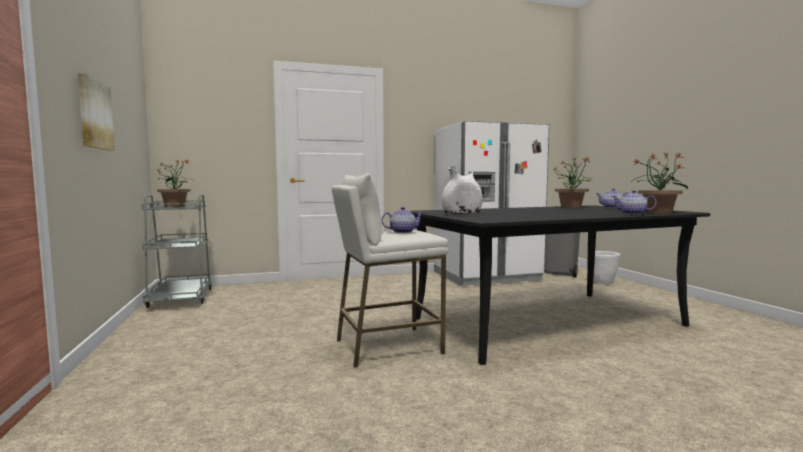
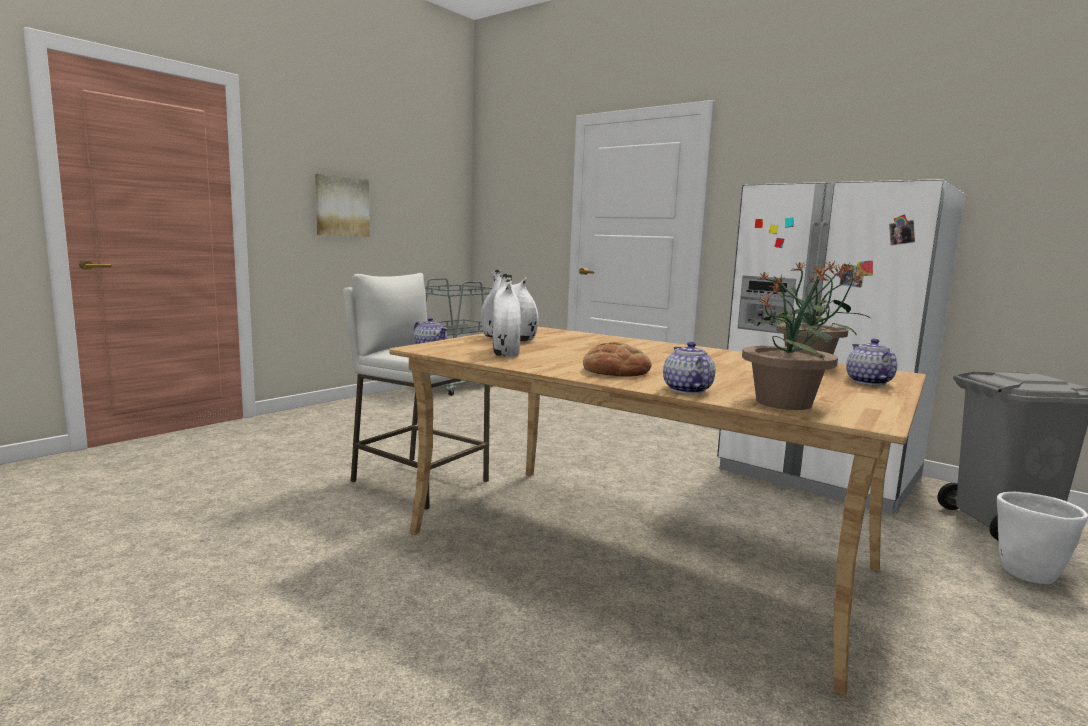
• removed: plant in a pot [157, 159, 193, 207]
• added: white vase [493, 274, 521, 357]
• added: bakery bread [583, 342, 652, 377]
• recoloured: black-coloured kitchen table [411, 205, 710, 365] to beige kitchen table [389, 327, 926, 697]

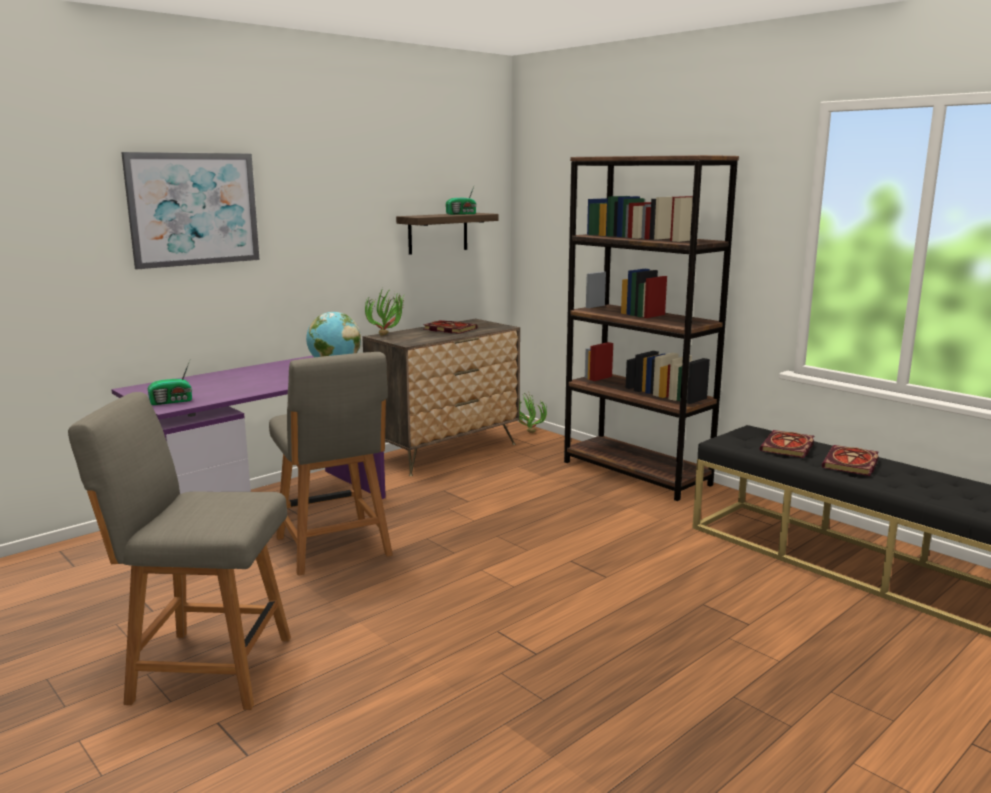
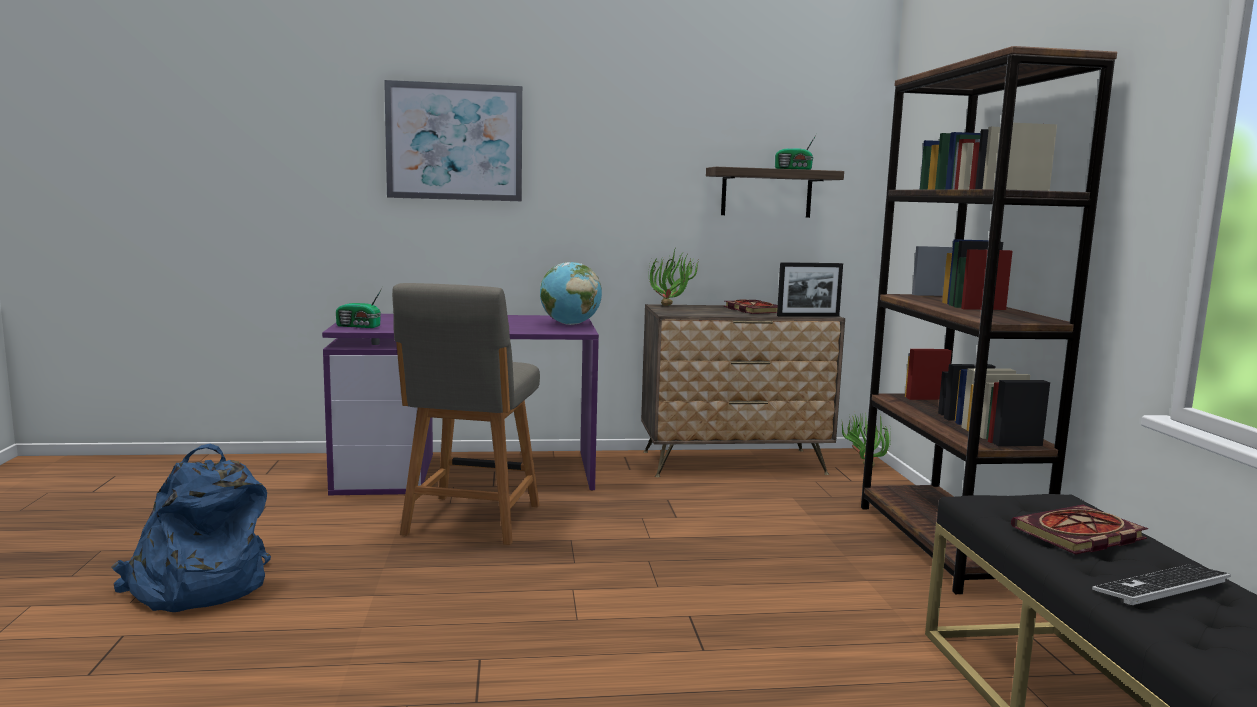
• added: standing frame [777, 262, 843, 317]
• replaced: greyish chair [68, 392, 291, 710] to bluish backpack [111, 444, 271, 612]
• replaced: bound book [822, 445, 879, 476] to PC keyboard [1092, 564, 1231, 605]

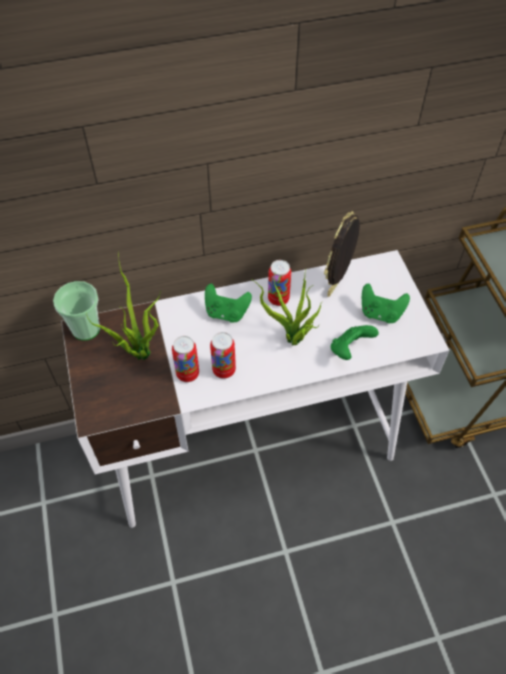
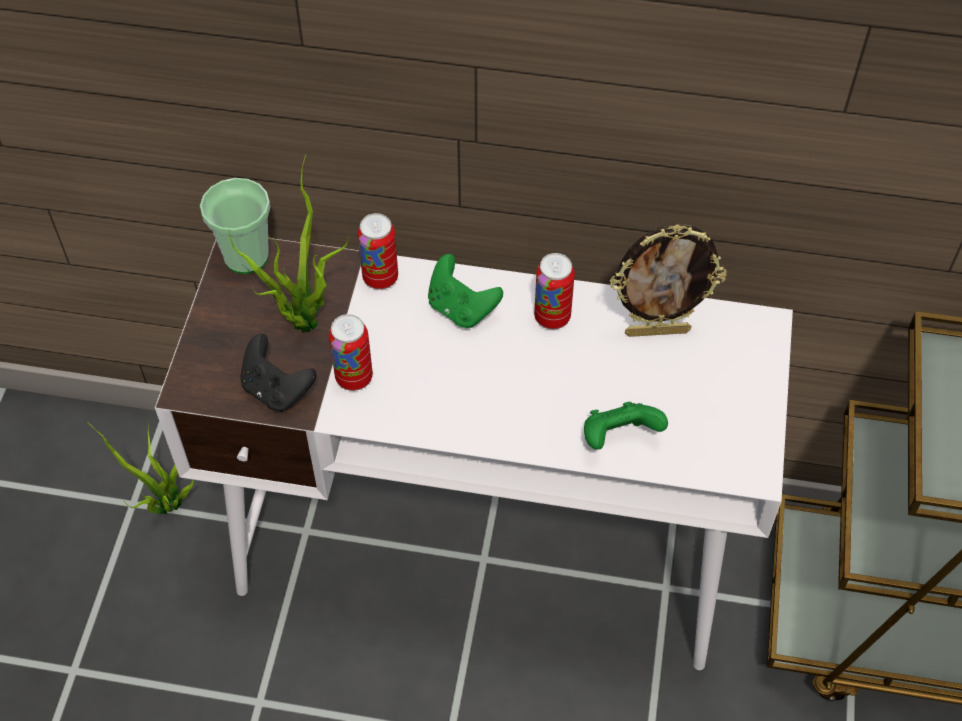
• removed: green-coloured joypad [362, 283, 410, 323]
• added: black-coloured joypad [240, 334, 316, 412]
• moved: metal can [210, 332, 236, 379] to [358, 213, 398, 289]
• moved: plant in a pot [251, 270, 322, 345] to [87, 419, 194, 514]
• turned: standing frame [324, 211, 360, 297] = [610, 224, 727, 337] 150 degrees counterclockwise

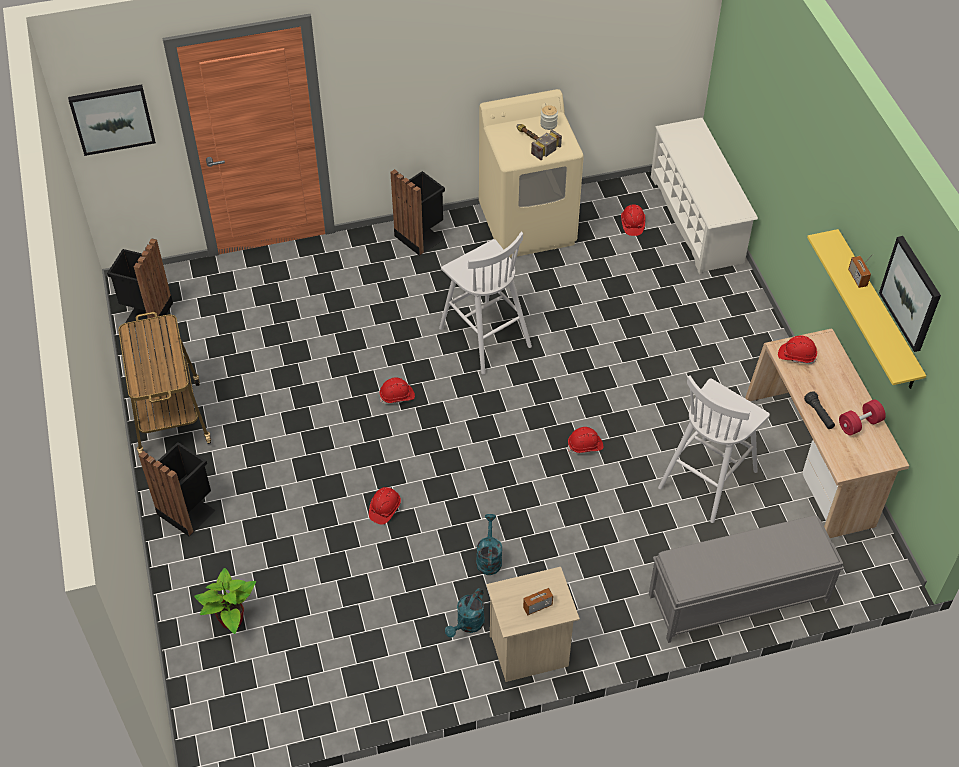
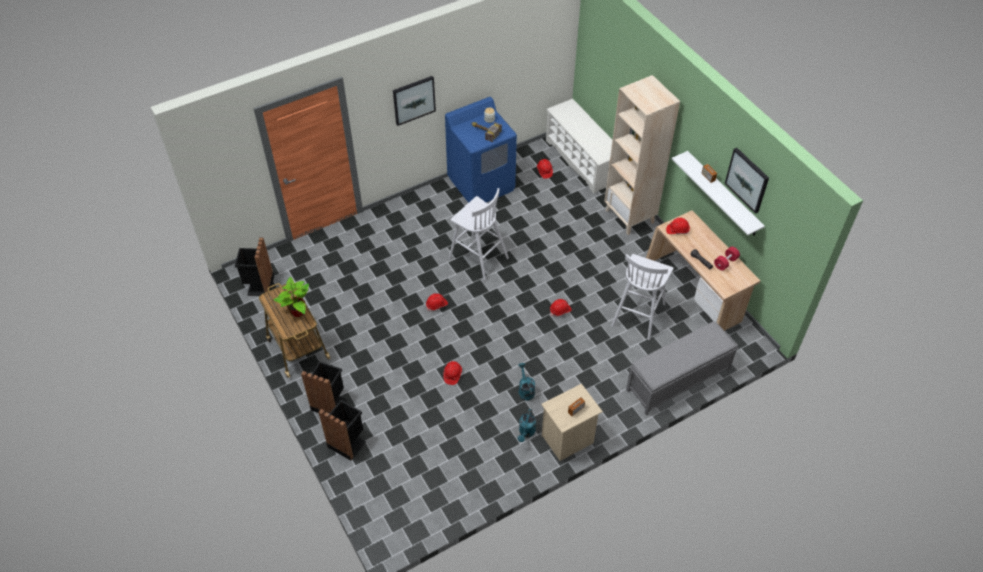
• added: beige bookcase [604, 75, 680, 235]
• moved: wall art [68, 84, 156, 156] to [393, 76, 436, 126]
• moved: plant in a pot [194, 568, 256, 634] to [273, 277, 309, 317]
• moved: black-coloured rubbish bin [390, 169, 445, 256] to [318, 400, 366, 461]
• recoloured: beige laundry appliance [479, 89, 584, 258] to bluish laundry appliance [445, 97, 517, 203]
• recoloured: yellow wall shelf [807, 229, 926, 389] to white wall shelf [672, 151, 765, 236]

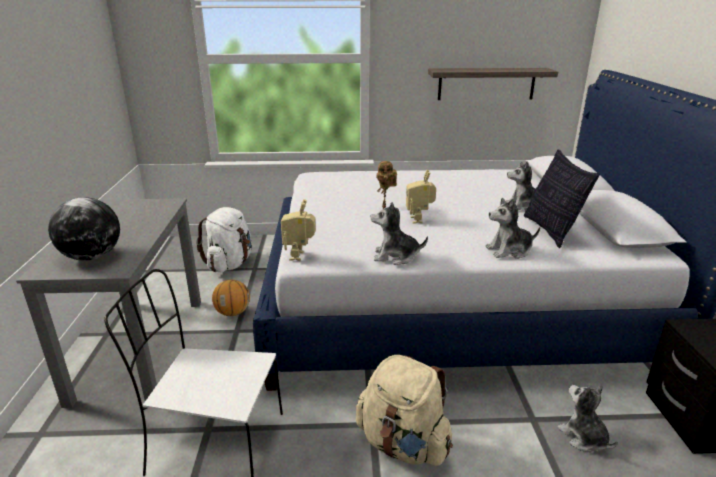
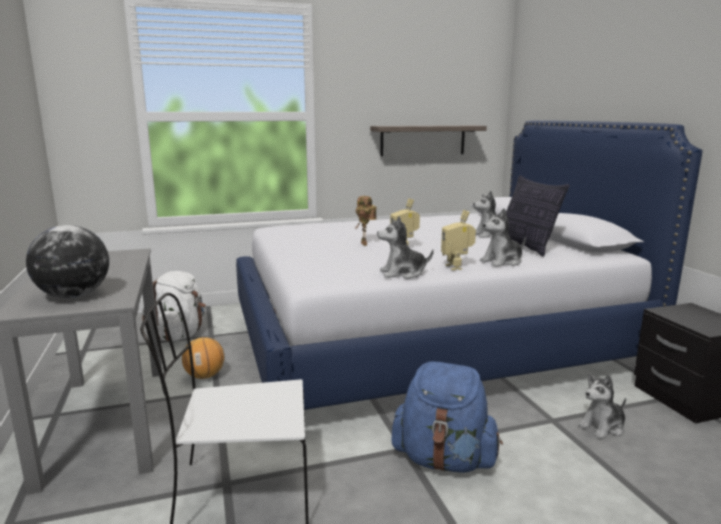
• moved: robot figure [281, 199, 316, 261] to [441, 210, 476, 270]
• recoloured: beige backpack [356, 355, 453, 466] to bluish backpack [392, 362, 503, 473]
• turned: plush toy [557, 385, 618, 452] = [578, 373, 626, 439] 75 degrees counterclockwise

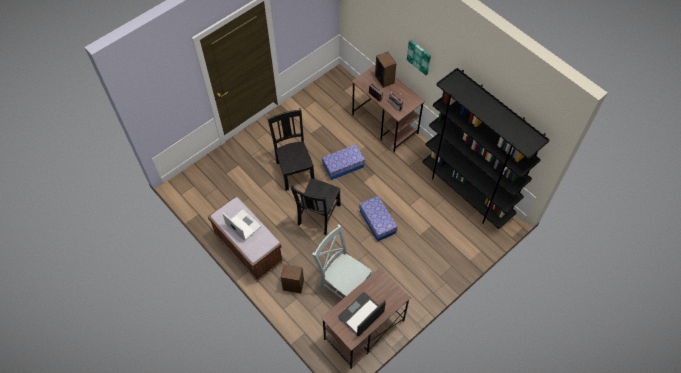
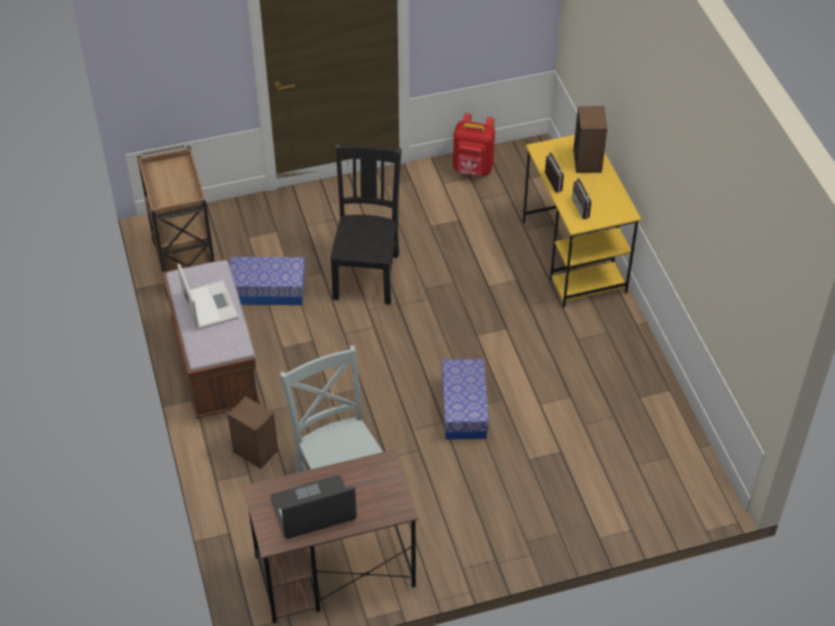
• removed: black-coloured chair [290, 178, 341, 235]
• removed: wall art [407, 40, 431, 75]
• removed: black-coloured bookcase [422, 68, 550, 229]
• added: brown wheeled cart [137, 144, 215, 298]
• added: red backpack [453, 113, 495, 176]
• moved: storage container [322, 144, 365, 180] to [230, 257, 305, 305]
• recoloured: brown desk table [352, 64, 425, 152] to yellow desk table [523, 135, 641, 308]

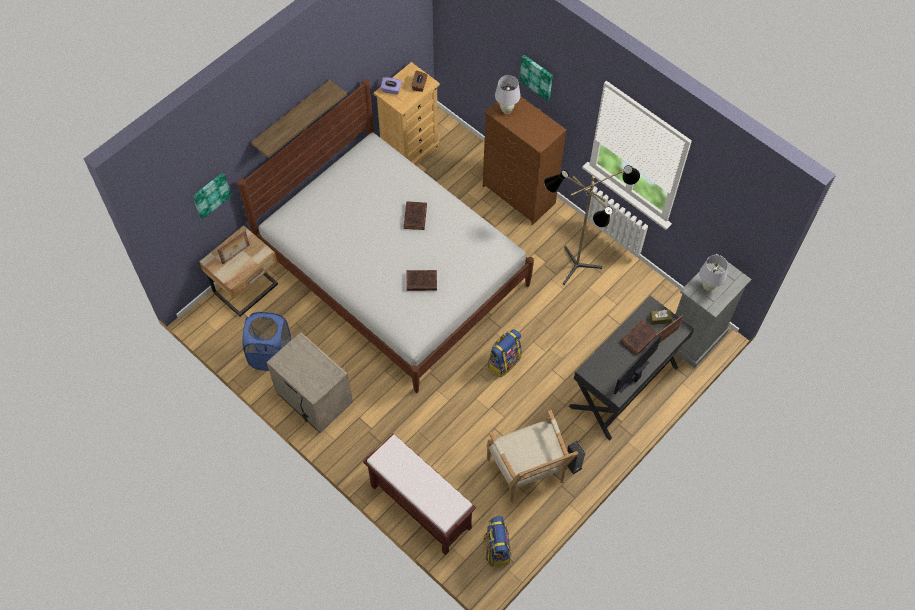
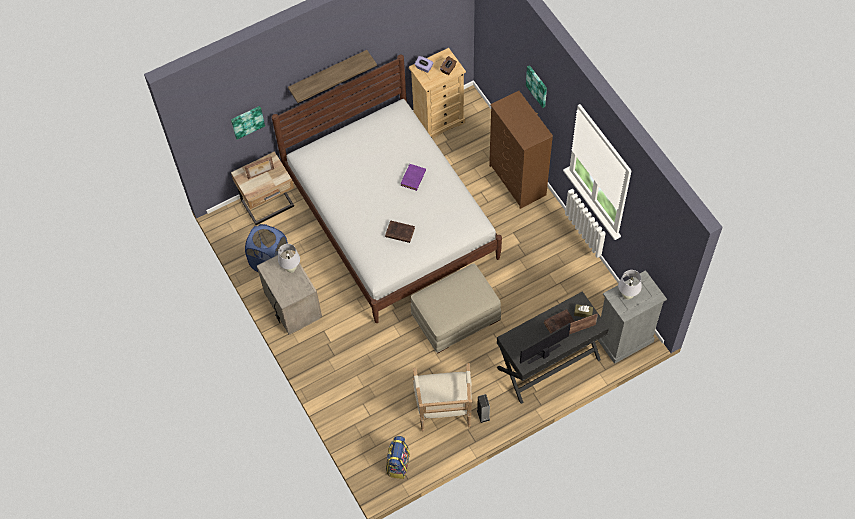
• removed: brown indoor bench [363, 433, 476, 555]
• removed: standing lamp [544, 165, 640, 285]
• moved: white lamp for a table [495, 75, 521, 114] to [278, 244, 300, 273]
• replaced: backpack [488, 329, 522, 378] to beige ottoman [411, 263, 501, 353]
• recoloured: brown bound book [404, 201, 427, 230] to purple bound book [400, 164, 426, 191]

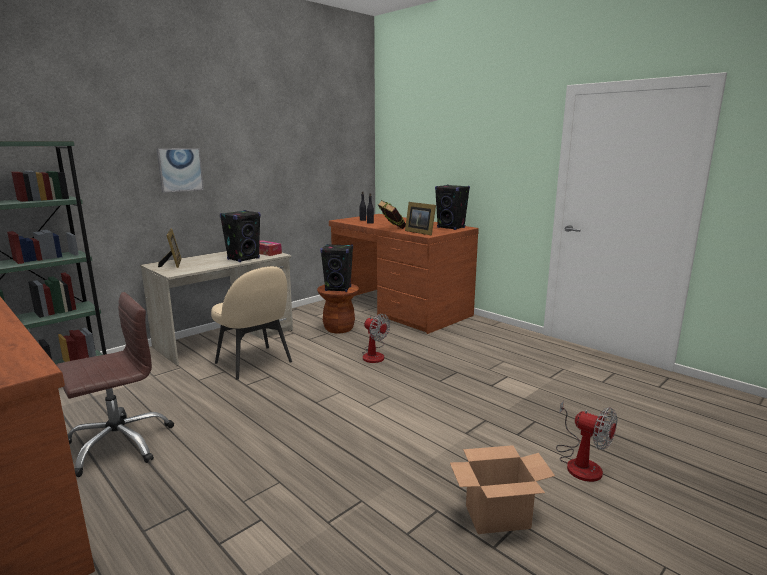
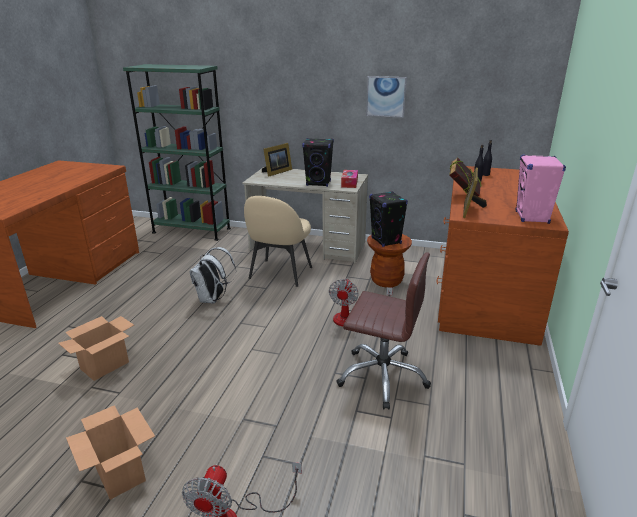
• added: cardboard box [58, 316, 134, 381]
• added: white backpack [190, 247, 236, 304]
• moved: brown office chair [56, 292, 174, 477] to [336, 253, 431, 410]
• moved: wall art [157, 148, 204, 193] to [366, 76, 407, 118]
• recoloured: black-coloured speaker [435, 185, 470, 230] to pink-coloured speaker [516, 154, 566, 224]

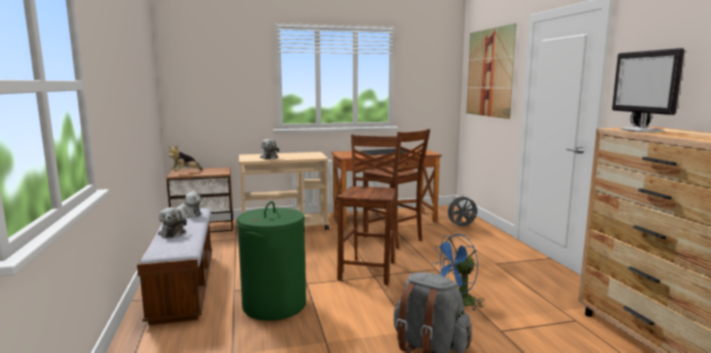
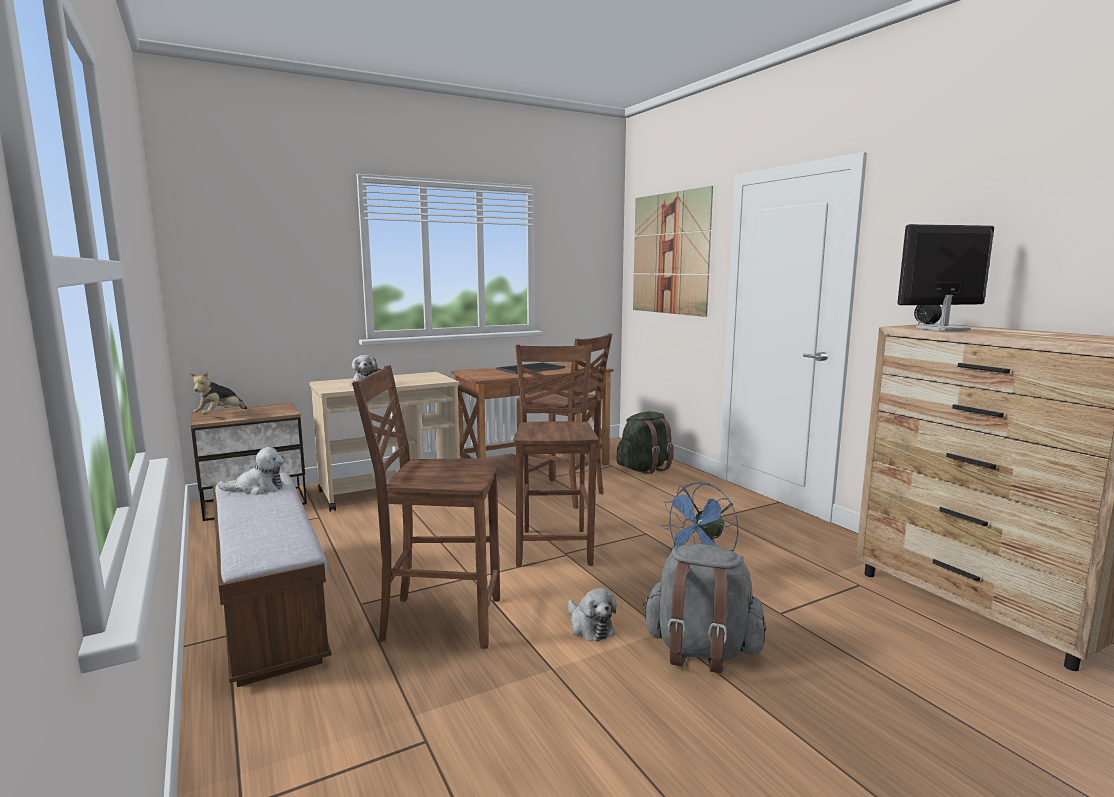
• moved: plush toy [158, 208, 187, 238] to [568, 588, 617, 642]
• replaced: green-coloured laundry basket [237, 201, 306, 321] to brown chair [352, 365, 500, 649]
• replaced: greyish fan [446, 195, 477, 226] to green-coloured backpack [616, 412, 674, 474]
• turned: monitor [612, 48, 684, 133] = [897, 224, 994, 331] 105 degrees clockwise

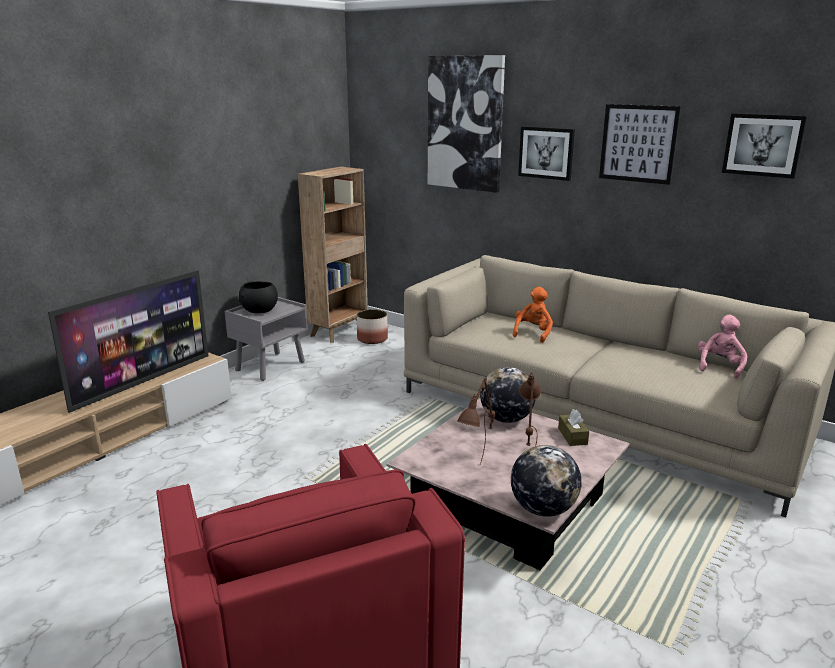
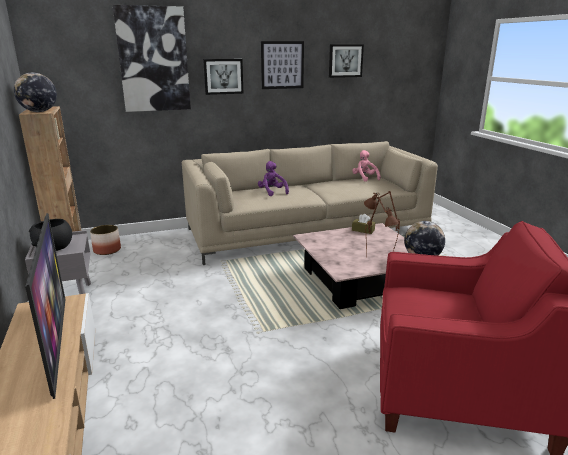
• moved: desk globe [480, 367, 536, 423] to [14, 73, 57, 112]
• recoloured: orangey plush toy [513, 287, 553, 343] to purple plush toy [258, 161, 289, 196]

